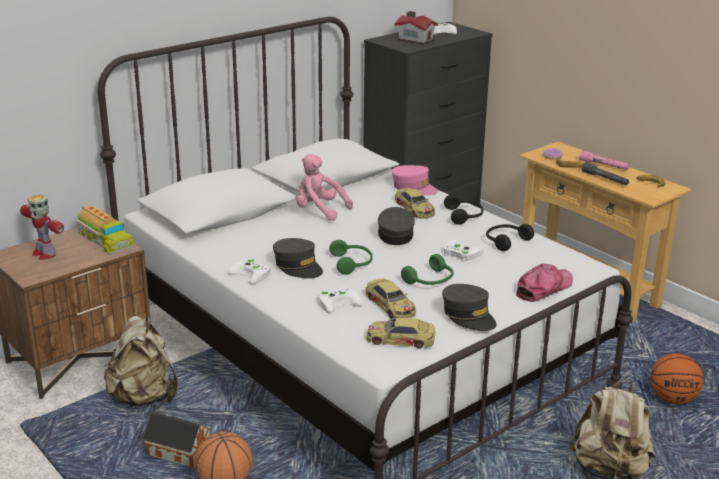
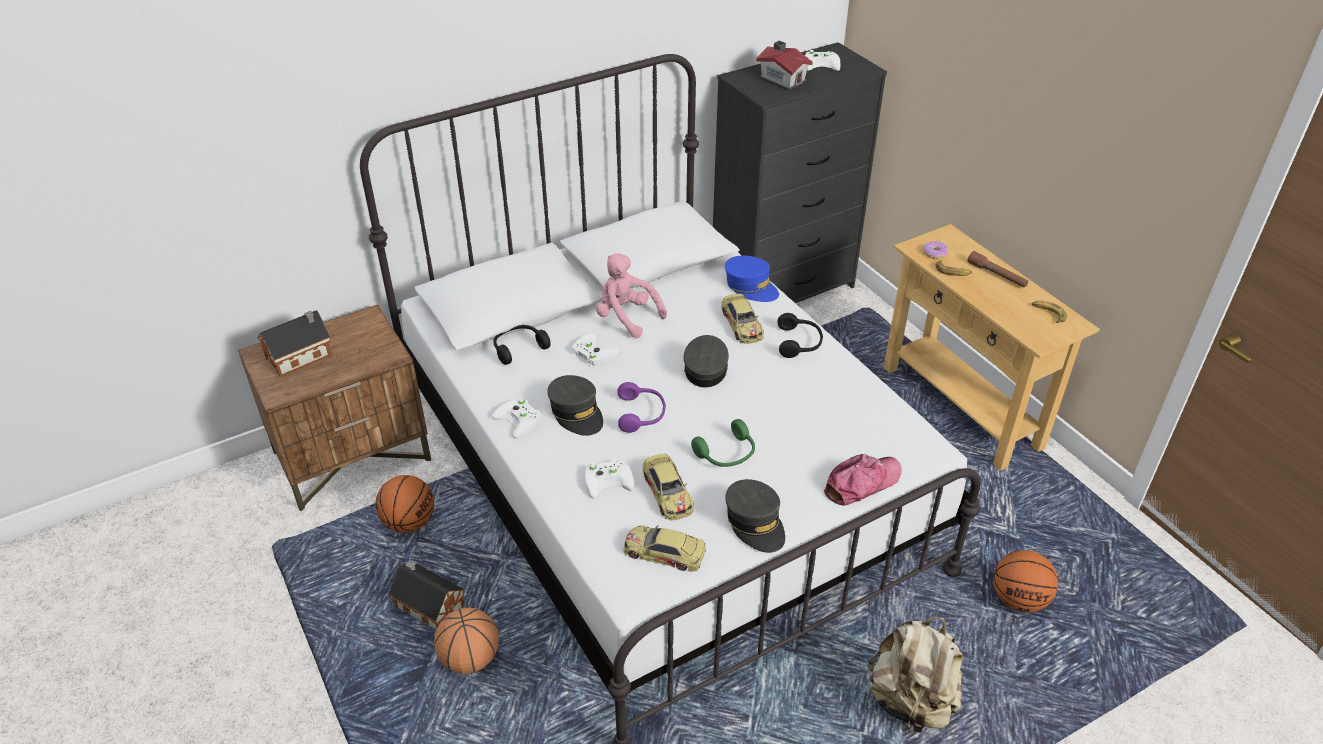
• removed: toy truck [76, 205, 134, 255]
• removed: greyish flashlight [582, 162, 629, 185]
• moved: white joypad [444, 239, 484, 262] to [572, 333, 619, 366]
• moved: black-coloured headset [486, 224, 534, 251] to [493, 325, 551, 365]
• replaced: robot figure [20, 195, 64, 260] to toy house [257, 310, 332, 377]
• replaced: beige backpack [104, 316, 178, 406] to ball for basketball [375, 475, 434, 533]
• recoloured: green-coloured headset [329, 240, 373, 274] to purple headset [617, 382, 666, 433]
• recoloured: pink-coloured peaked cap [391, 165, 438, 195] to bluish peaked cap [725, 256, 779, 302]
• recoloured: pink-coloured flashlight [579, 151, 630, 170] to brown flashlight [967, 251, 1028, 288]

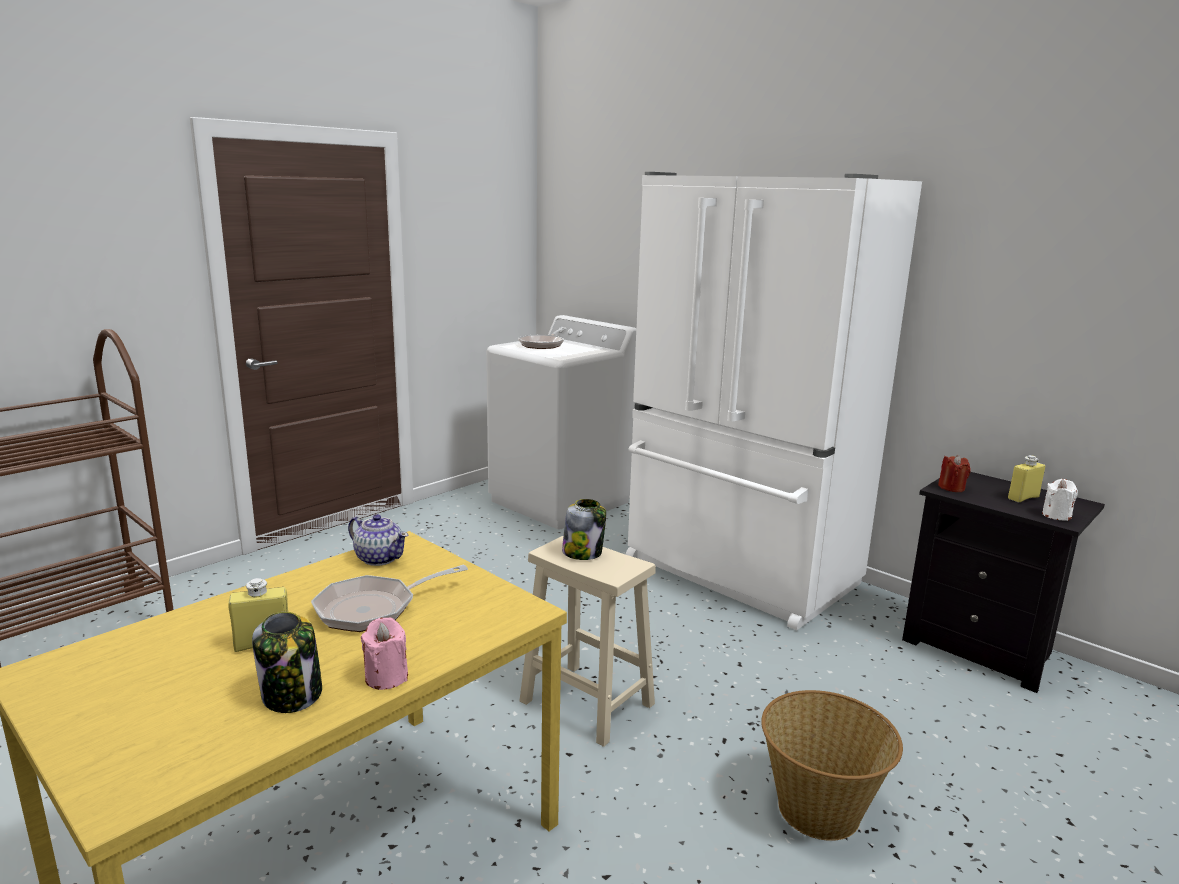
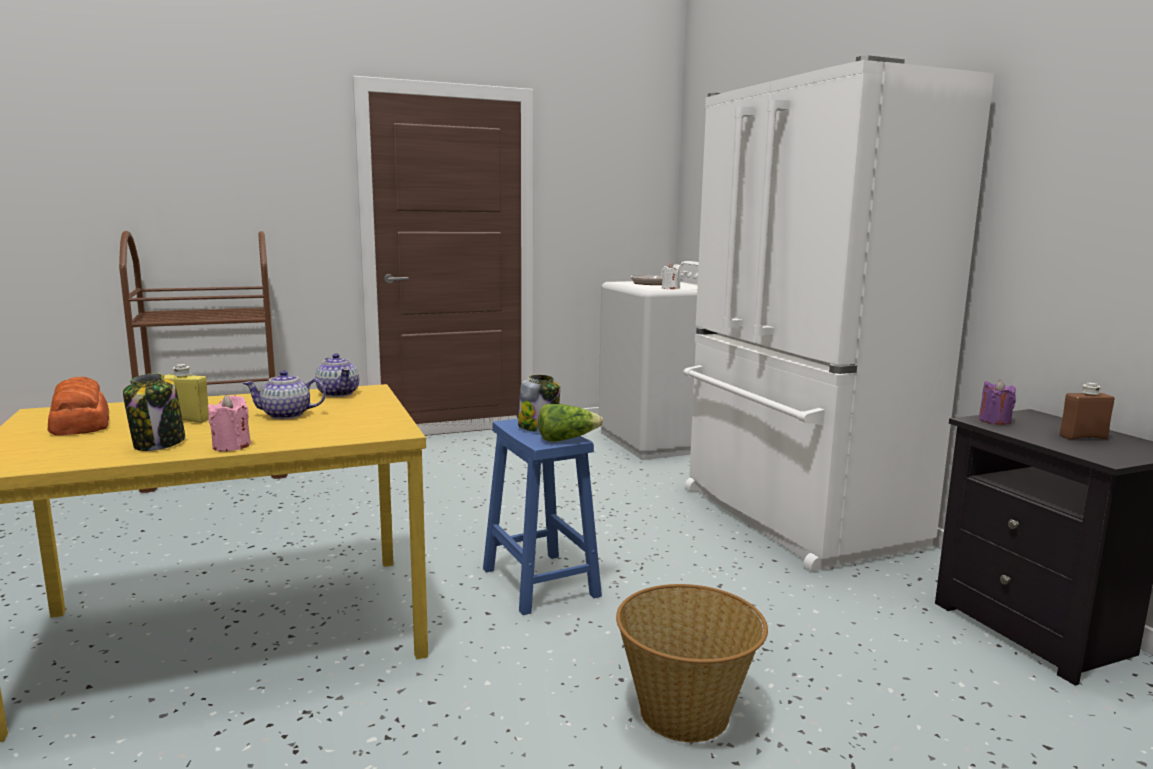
• added: bakery bread [48, 377, 109, 435]
• added: lettuce [538, 404, 603, 442]
• moved: white candle [1042, 479, 1078, 521] to [661, 262, 681, 289]
• replaced: skillet [311, 565, 468, 632] to tea pot [243, 370, 326, 419]
• recoloured: beige sitting stool [519, 535, 656, 747] to bluish sitting stool [483, 419, 602, 615]
• recoloured: red candle [938, 455, 971, 492] to purple candle [979, 379, 1016, 425]
• recoloured: yellow beverage bottle [1008, 455, 1045, 502] to brown beverage bottle [1060, 383, 1114, 440]

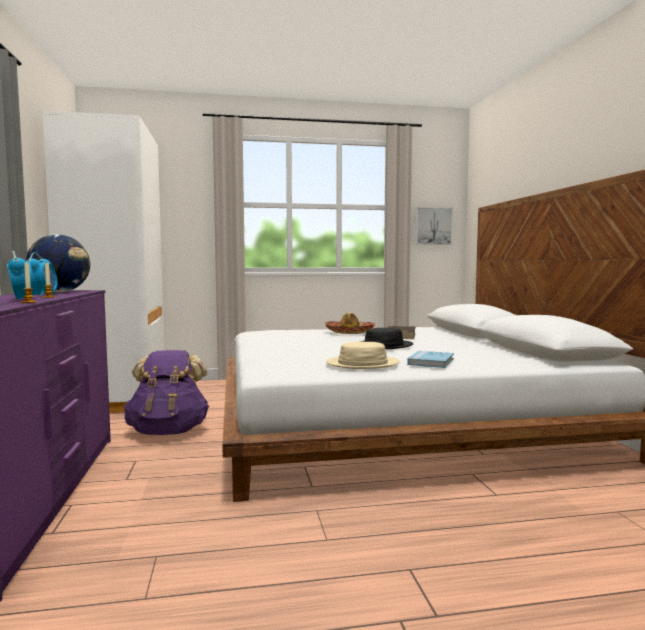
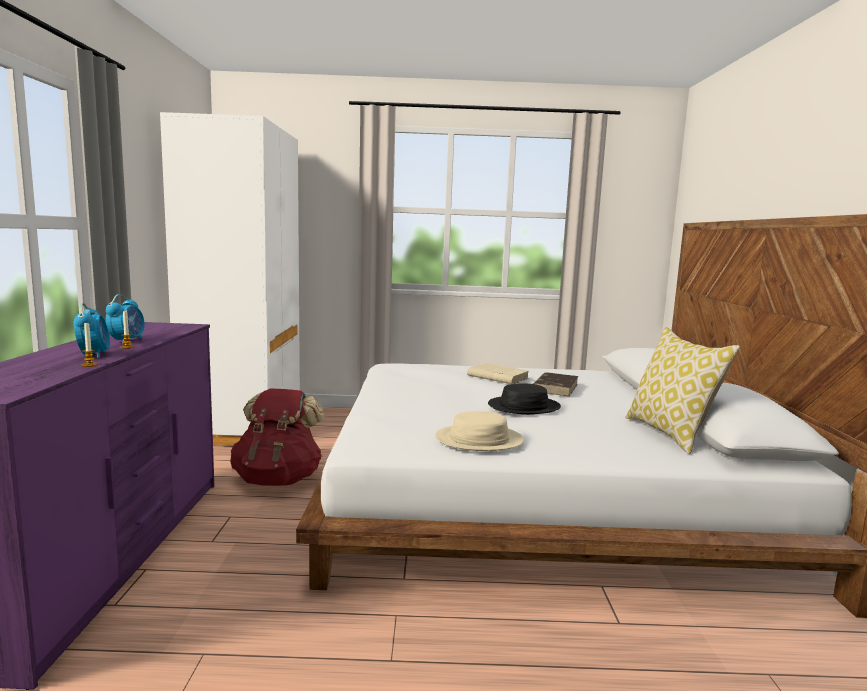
• removed: desk globe [26, 234, 90, 292]
• removed: bluish bound book [407, 351, 454, 368]
• removed: wall art [415, 207, 453, 245]
• added: cushion [626, 327, 740, 454]
• replaced: hat [325, 312, 375, 334] to beige bound book [467, 363, 529, 384]
• recoloured: purple backpack [124, 350, 210, 435] to red backpack [230, 388, 325, 486]

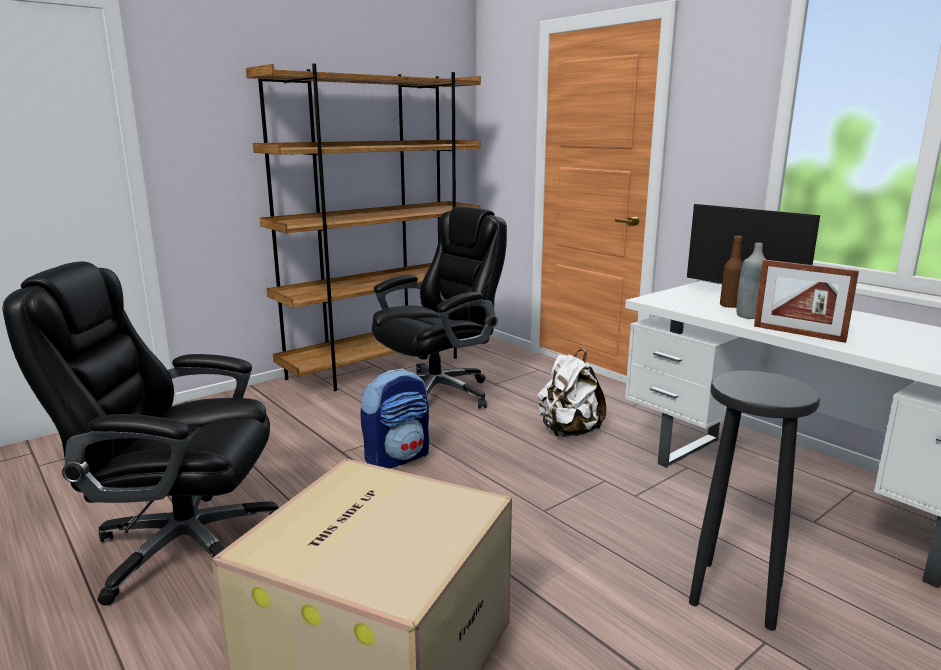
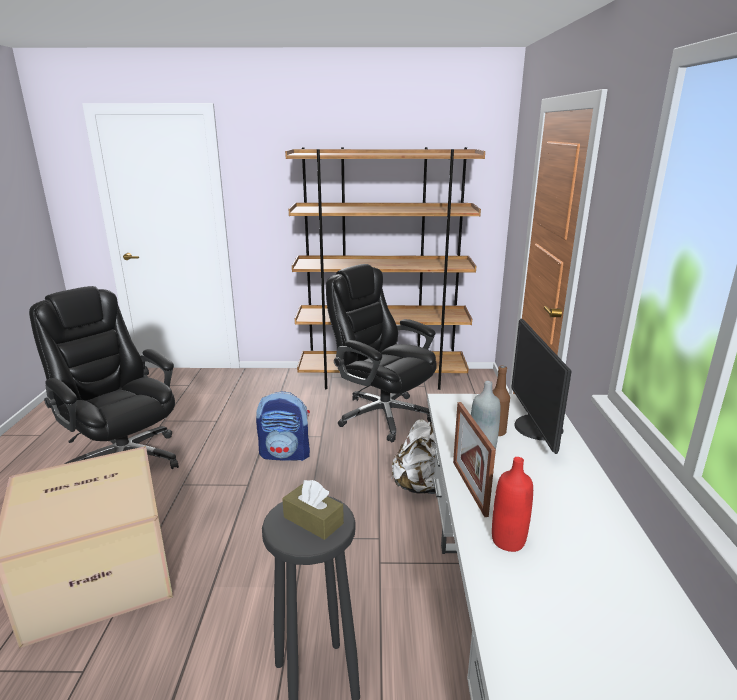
• added: brown box of tissues [282, 480, 344, 540]
• added: red beverage bottle [492, 457, 533, 552]
• turned: black-coloured office chair [372, 206, 507, 409] = [326, 264, 437, 442] 135 degrees counterclockwise

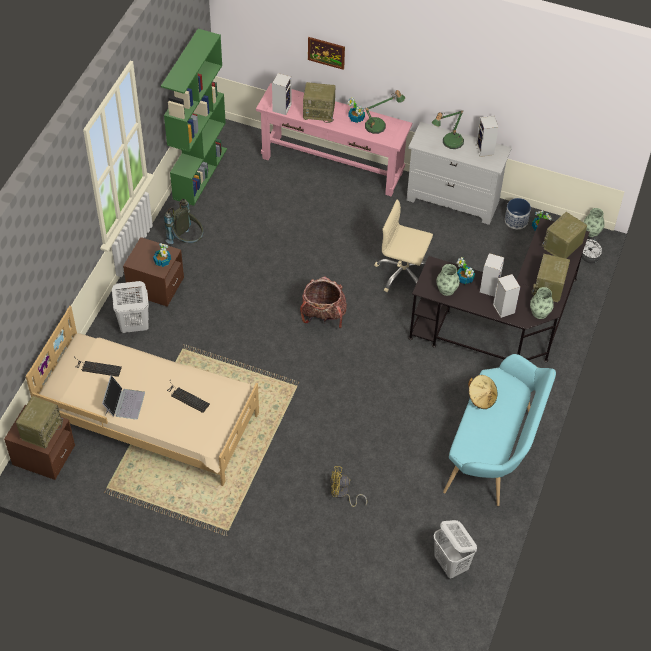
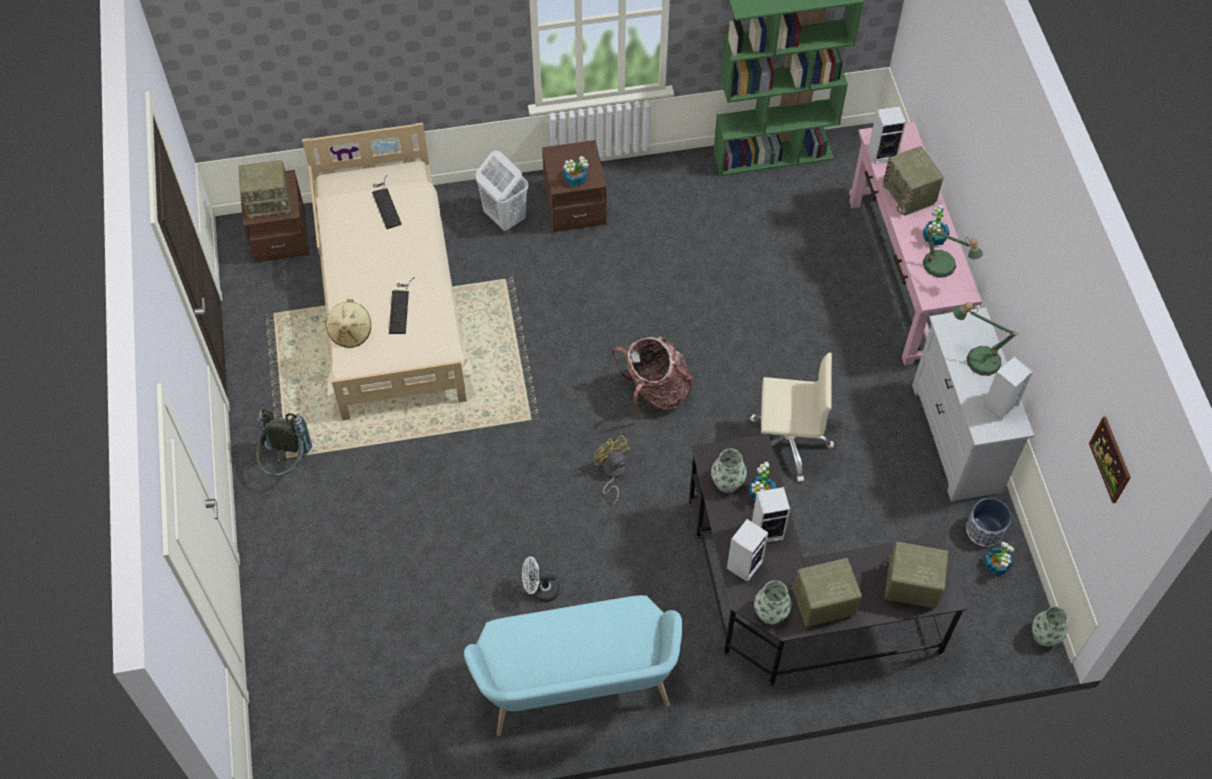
• removed: laptop [102, 375, 145, 420]
• removed: white laundry basket [434, 520, 477, 579]
• moved: greyish backpack [164, 199, 204, 244] to [256, 409, 312, 477]
• moved: wall art [308, 37, 345, 70] to [1089, 416, 1131, 503]
• moved: yellow fan [331, 466, 367, 507] to [593, 435, 630, 505]
• moved: beige hat [468, 375, 497, 409] to [325, 299, 371, 348]
• moved: white fan [582, 236, 602, 264] to [522, 557, 560, 602]
• turned: beige office chair [374, 200, 433, 292] = [750, 353, 834, 482] 105 degrees clockwise

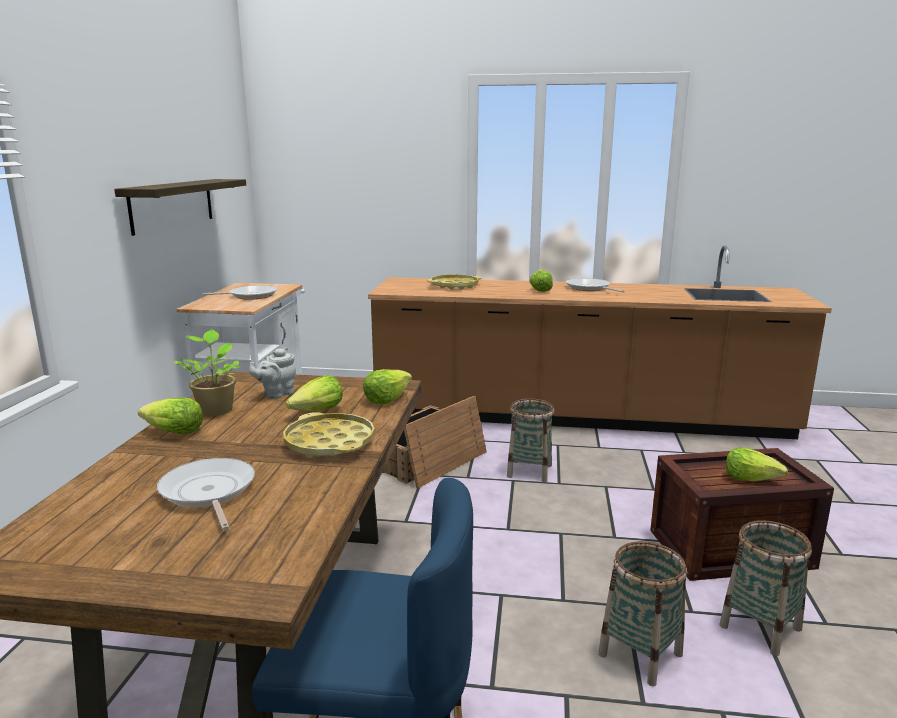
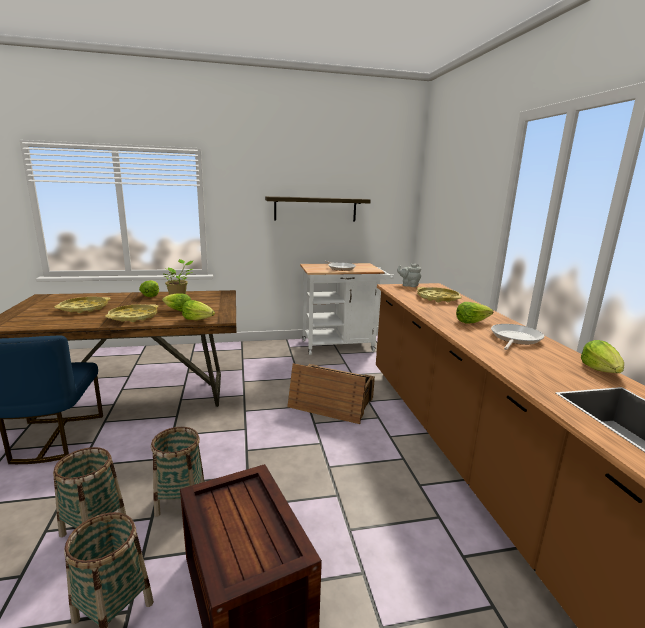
• moved: greyish tea pot [249, 347, 296, 399] to [397, 263, 421, 287]
• moved: household basket [507, 399, 554, 482] to [151, 427, 205, 517]
• moved: lettuce [726, 447, 788, 481] to [581, 340, 624, 373]
• replaced: skillet [157, 458, 255, 530] to yellow carrying tray [54, 297, 111, 313]

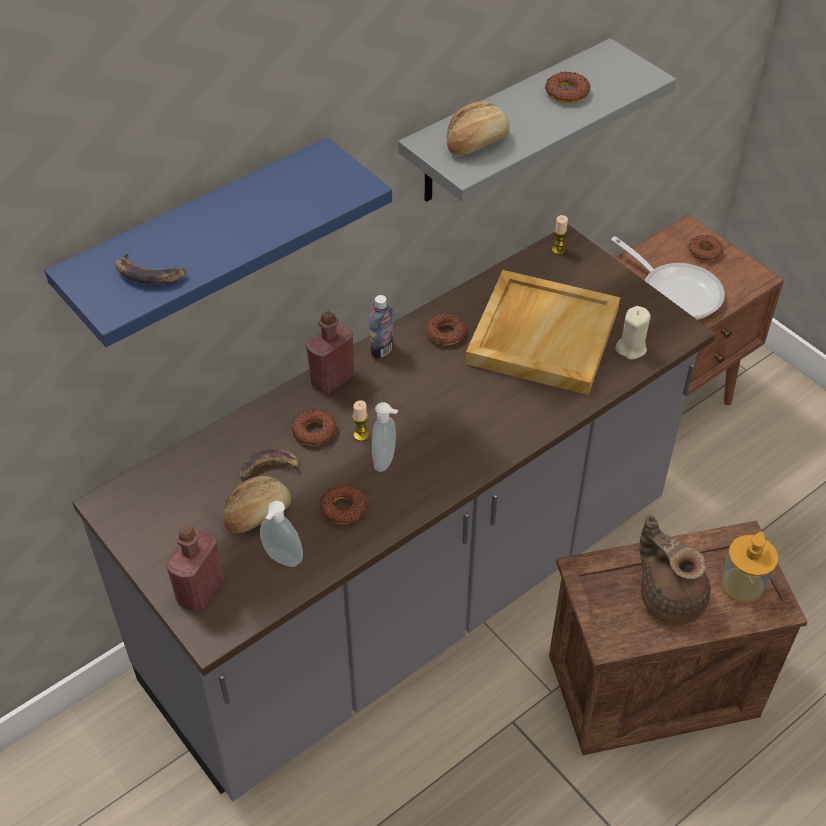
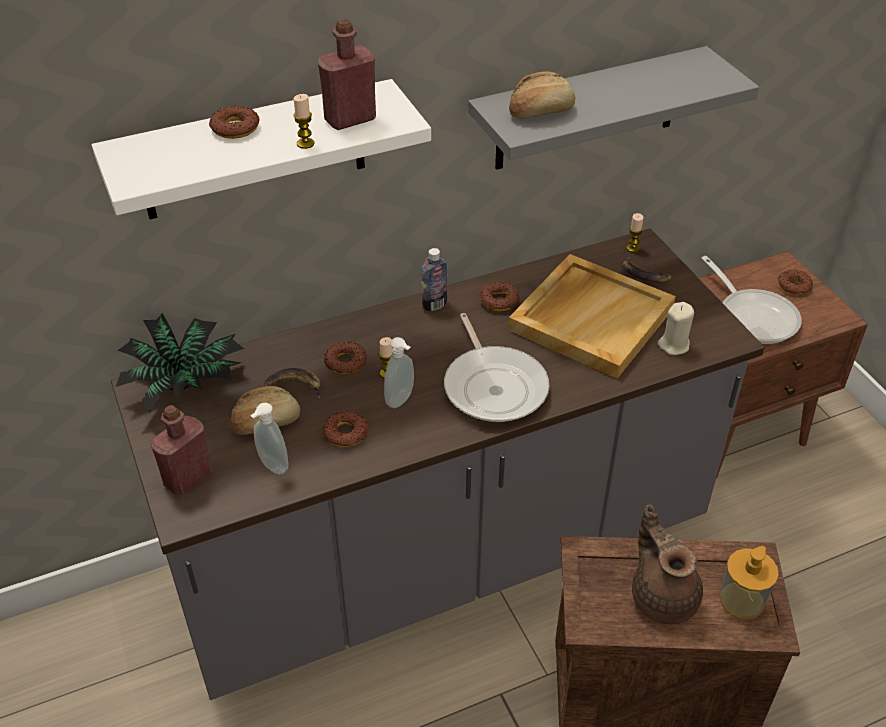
• added: plant in a pot [116, 313, 244, 411]
• added: candle [293, 94, 314, 149]
• added: skillet [444, 313, 549, 422]
• moved: banana fruit [116, 251, 186, 284] to [622, 257, 672, 282]
• moved: red beverage bottle [306, 311, 354, 394] to [318, 19, 376, 130]
• moved: donut [545, 72, 590, 103] to [209, 105, 259, 139]
• recoloured: bluish wall shelf [45, 137, 392, 347] to white wall shelf [92, 79, 431, 219]

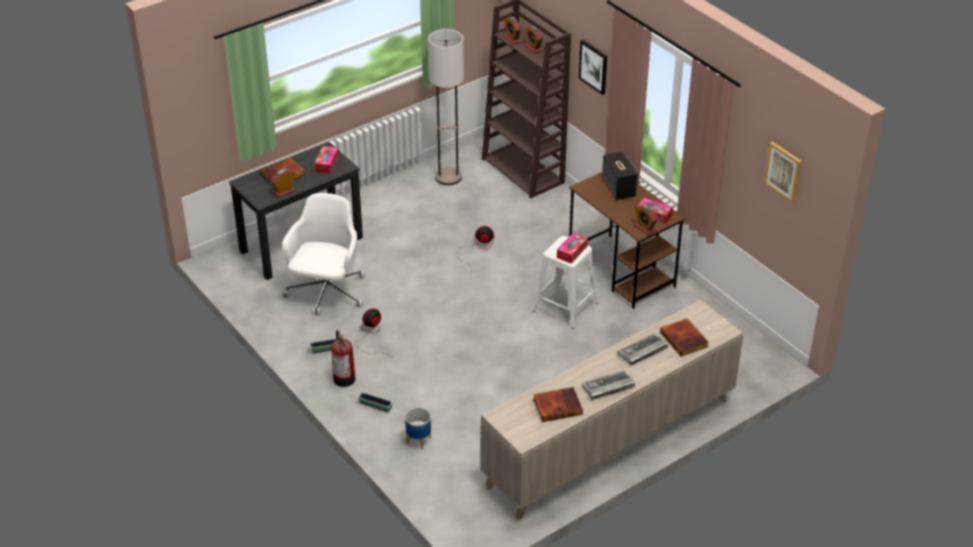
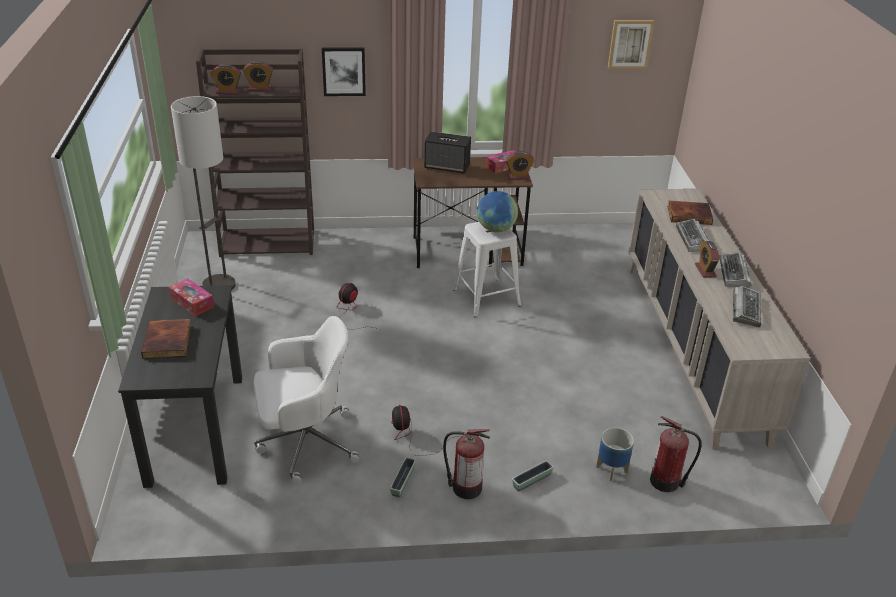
• added: fire-fighting cylinder [650, 416, 702, 492]
• moved: table clock [270, 169, 296, 197] to [695, 241, 719, 278]
• replaced: bound book [533, 387, 583, 422] to PC keyboard [733, 286, 761, 327]
• replaced: box of tissues [557, 233, 588, 264] to desk globe [477, 191, 518, 232]
• turned: white office chair [282, 193, 365, 315] = [253, 316, 359, 485] 120 degrees clockwise

